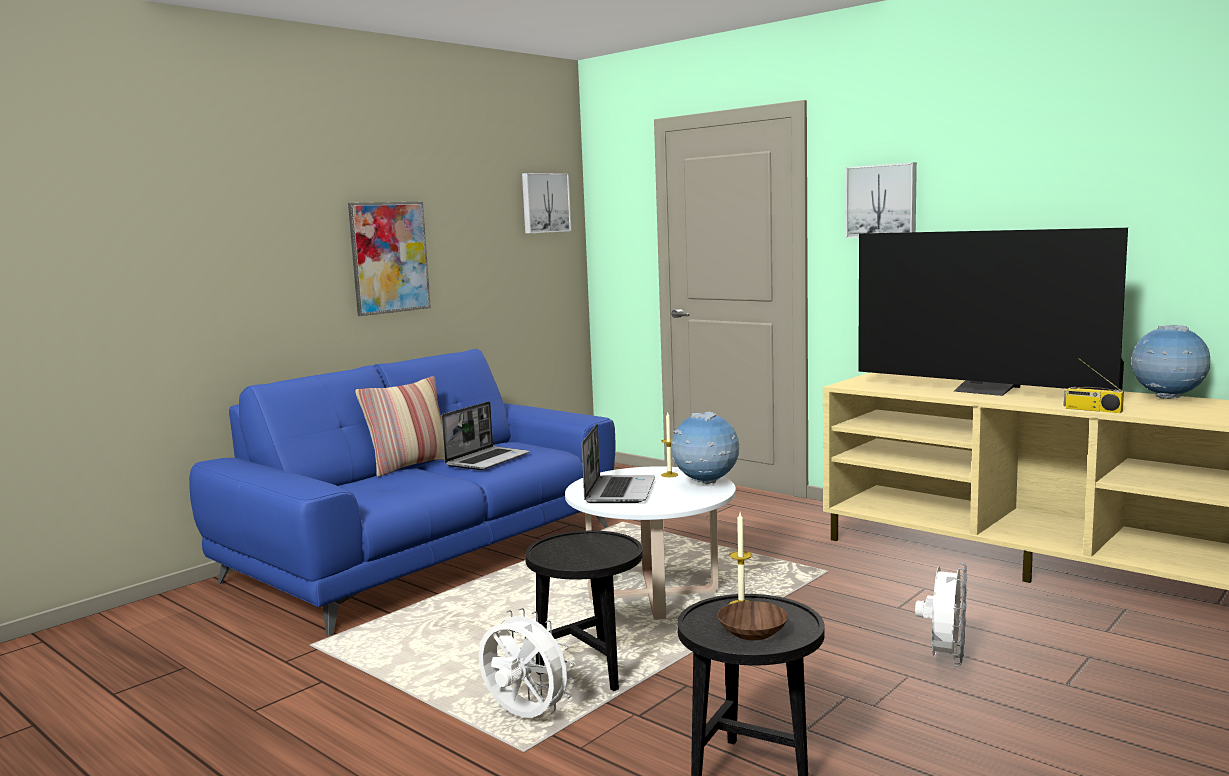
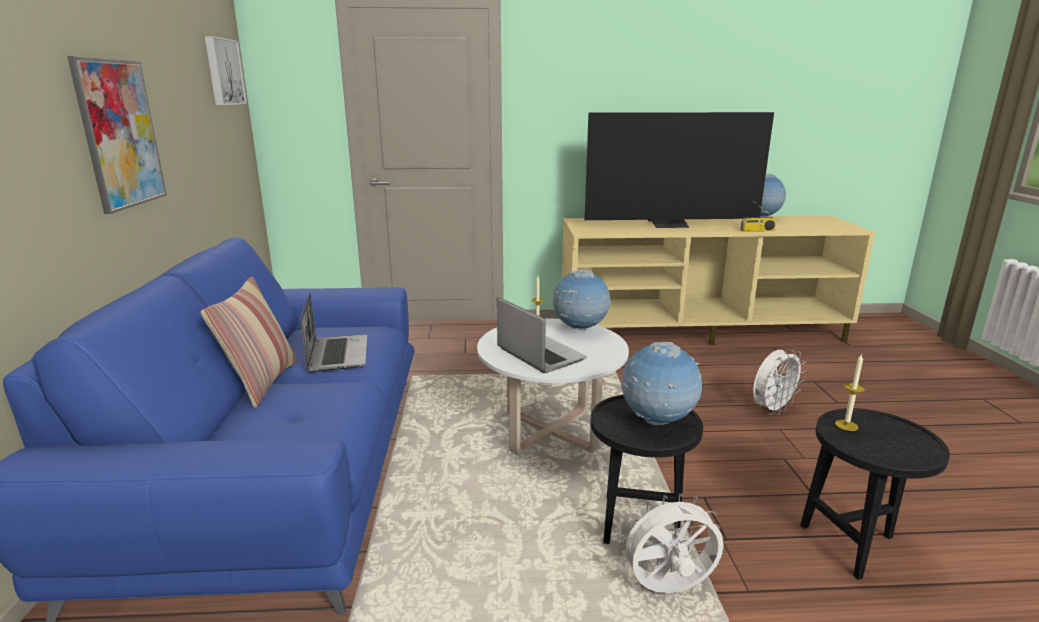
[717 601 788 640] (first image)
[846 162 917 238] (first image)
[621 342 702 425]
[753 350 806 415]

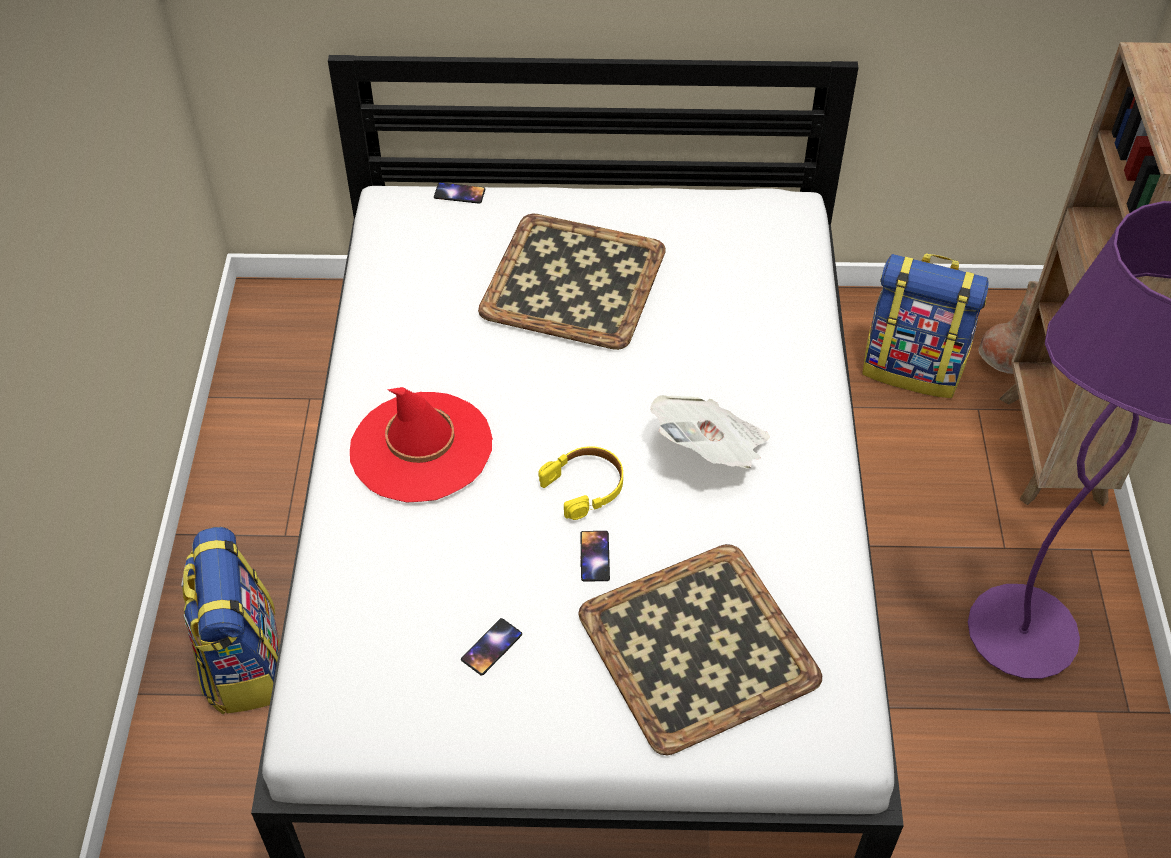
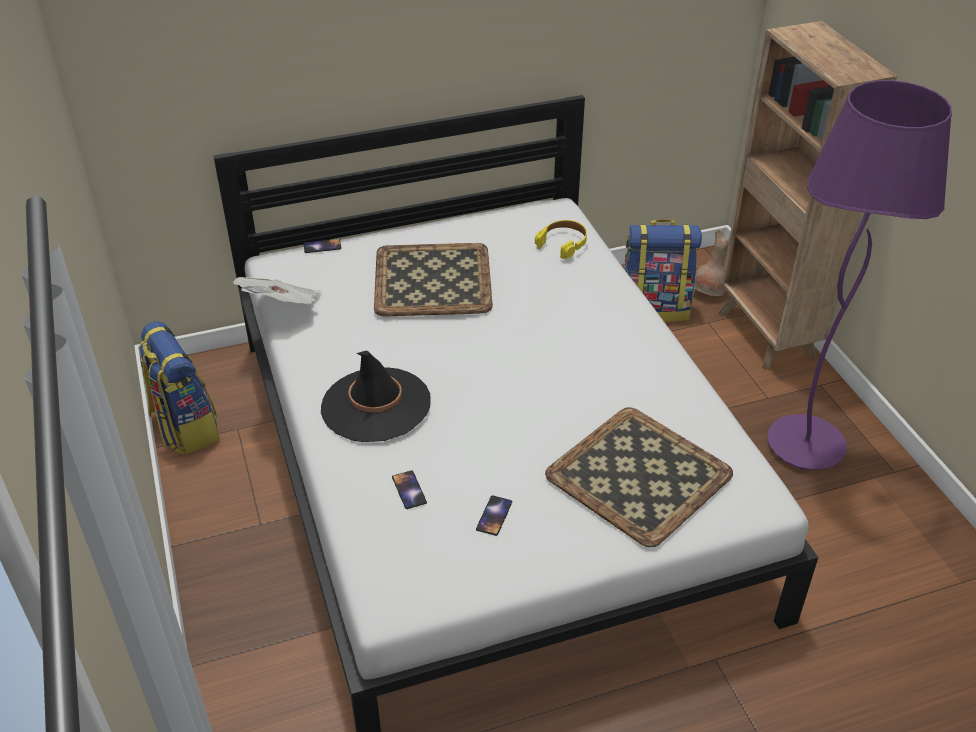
[139 321 220 455]
[535 220 587 259]
[392 470 427 509]
[233 277 321 305]
[321 351 431 442]

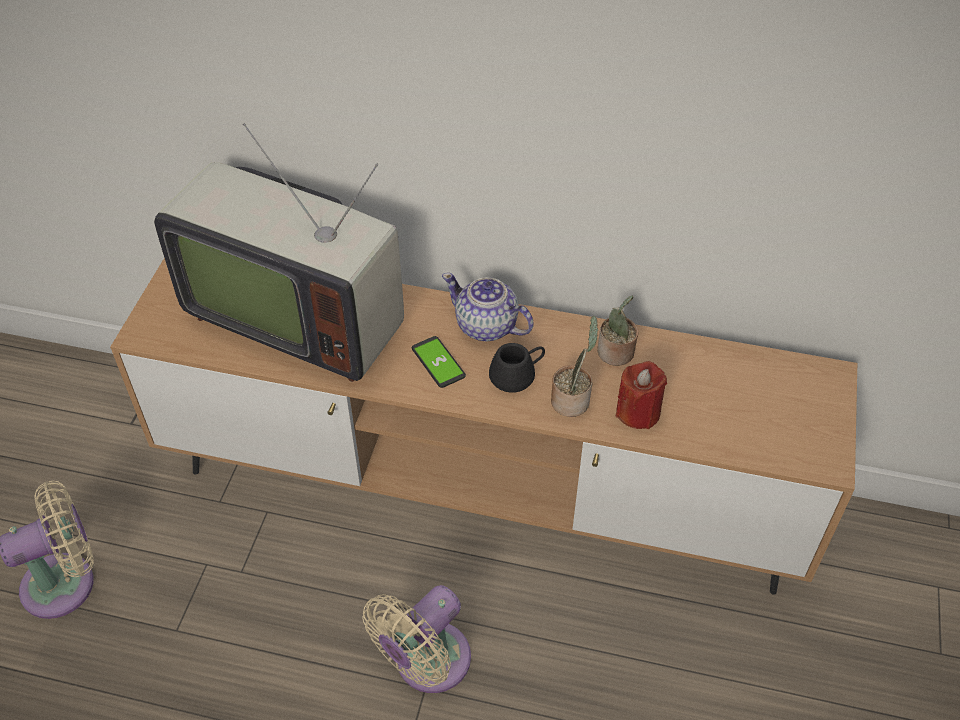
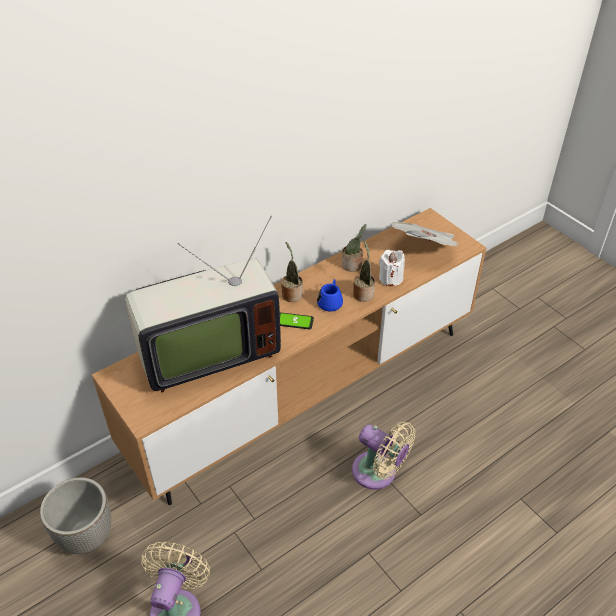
[40 477 111 554]
[392 222 459 247]
[281 242 303 302]
[317 279 343 312]
[379 250 405 286]
[352 422 415 490]

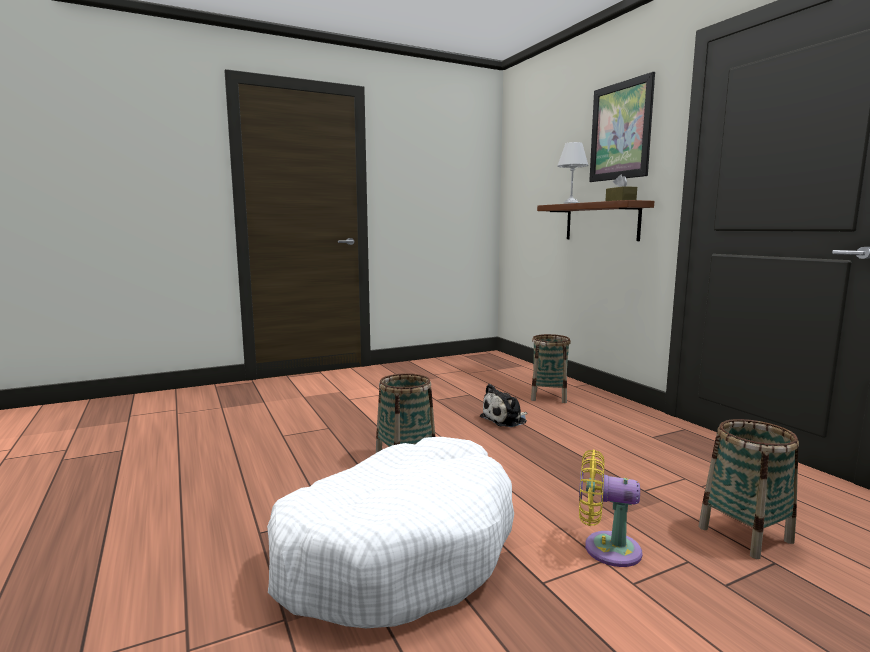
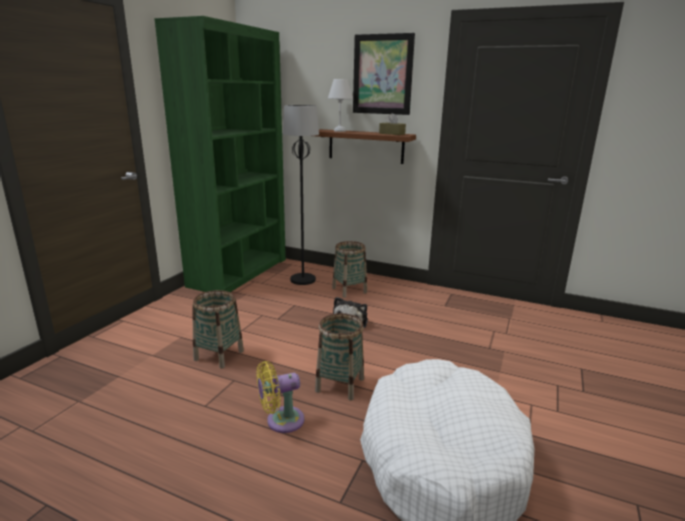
[154 16 286 292]
[283 105 319 285]
[256 361 304 433]
[192 290 244 369]

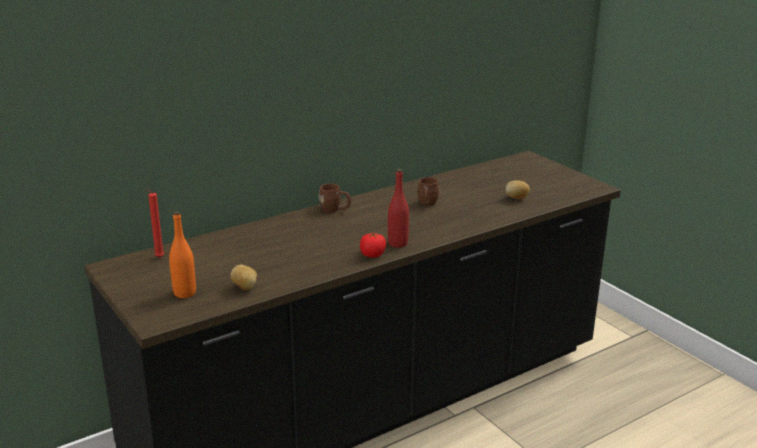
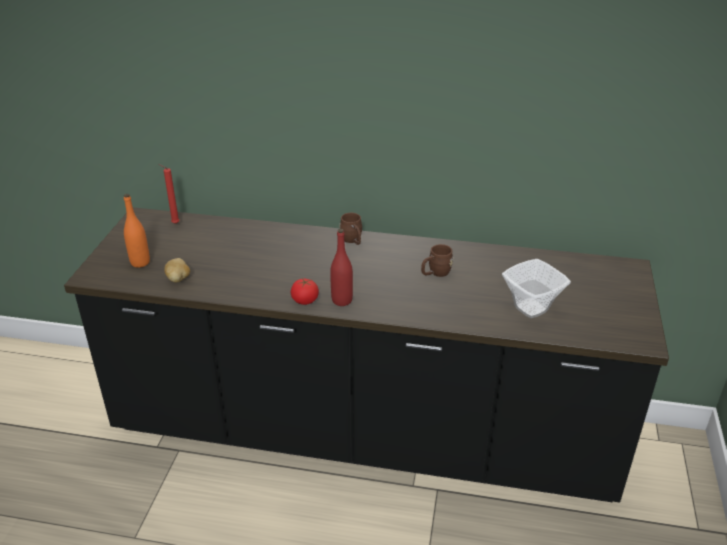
[502 259 571 318]

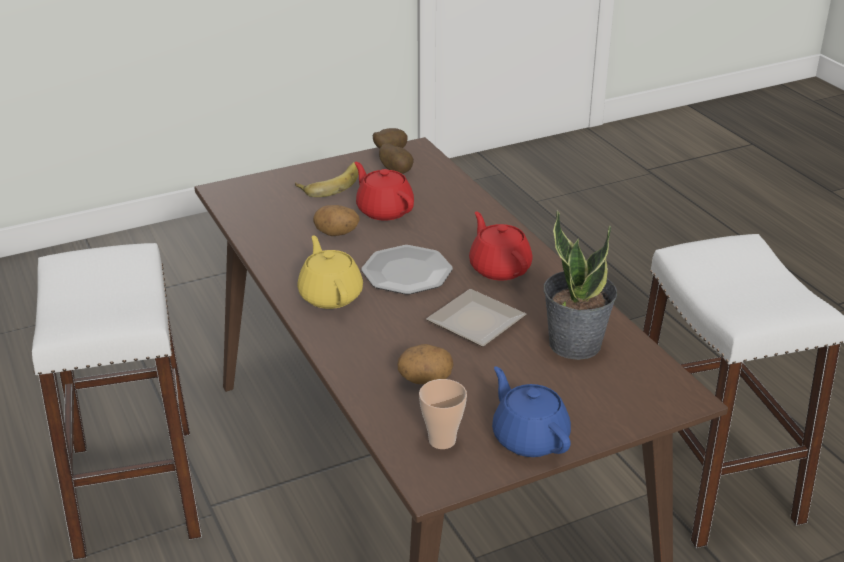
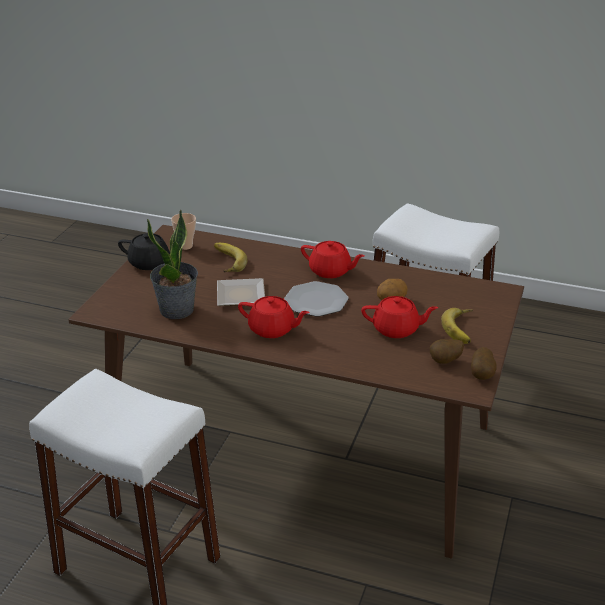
[214 243 247 272]
[301 241 365 278]
[118 233 170 270]

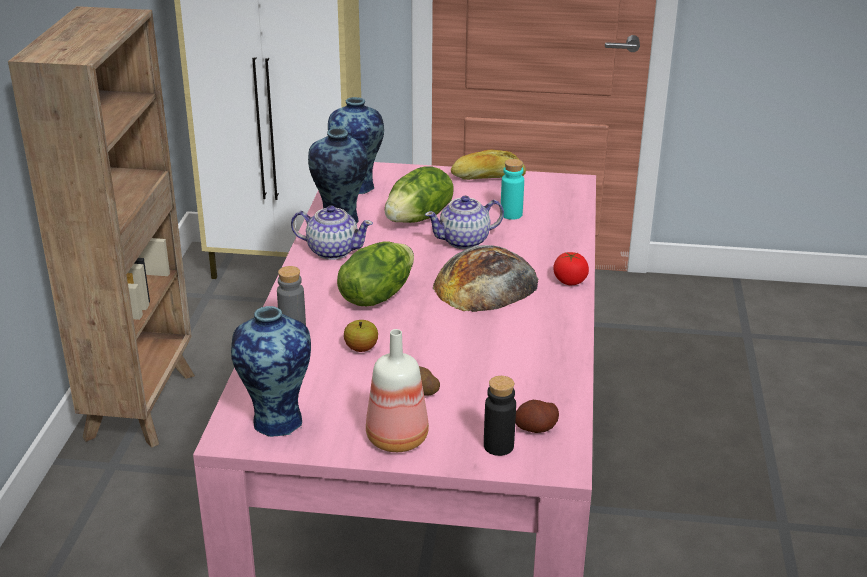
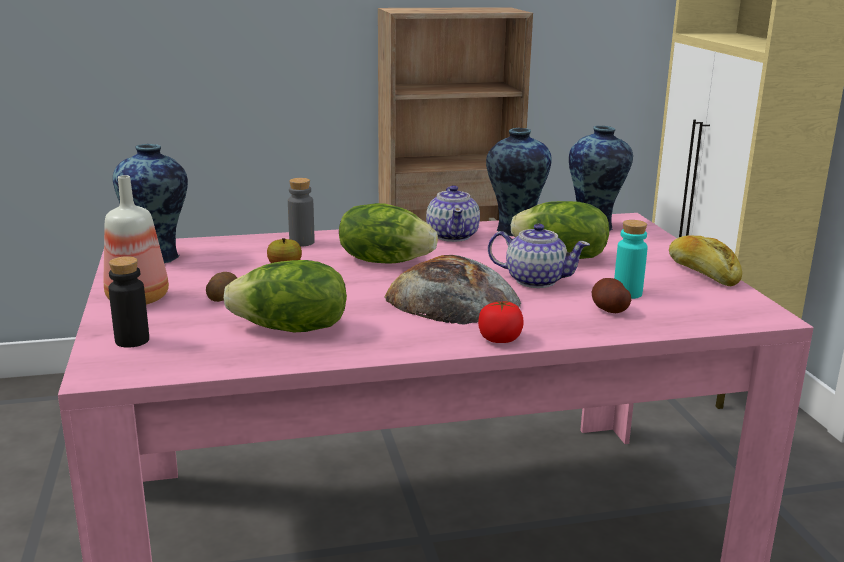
[223 260 347 332]
[592 278 631 313]
[488 224 590 288]

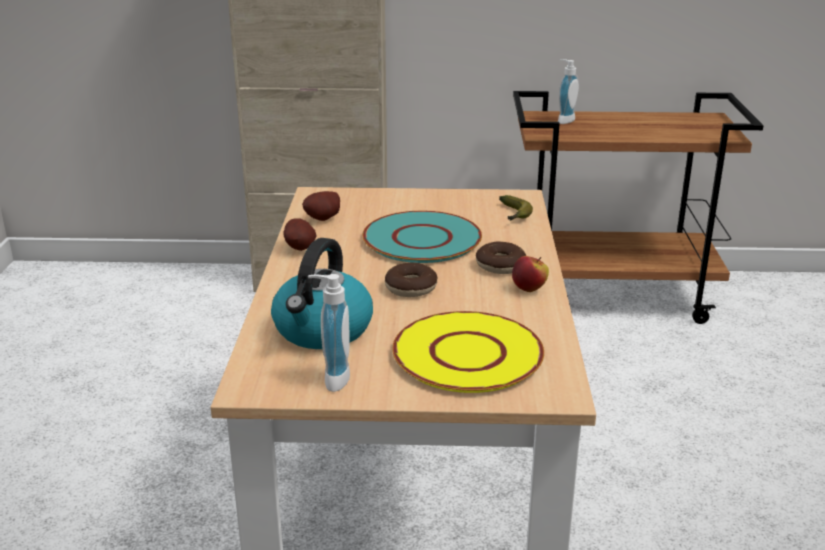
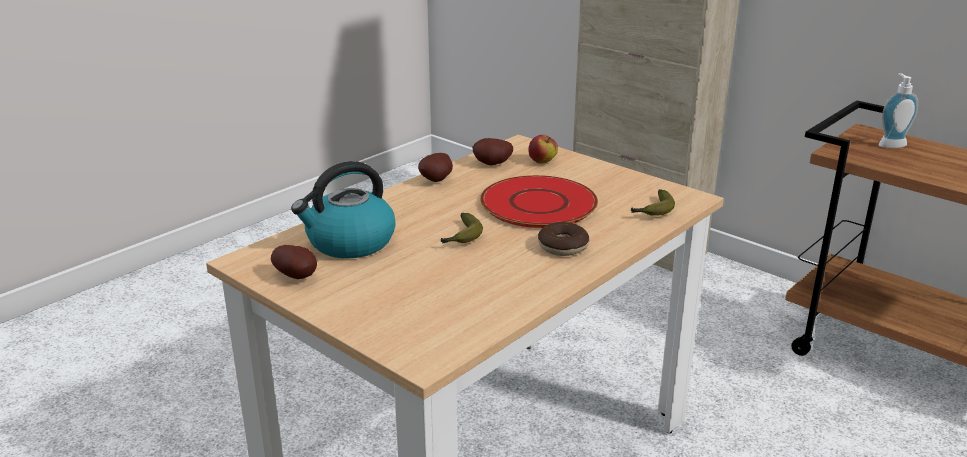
[392 311 544 393] (first image)
[529 135 558 163]
[271 245 317 279]
[441 213 483 244]
[480 175 598 228]

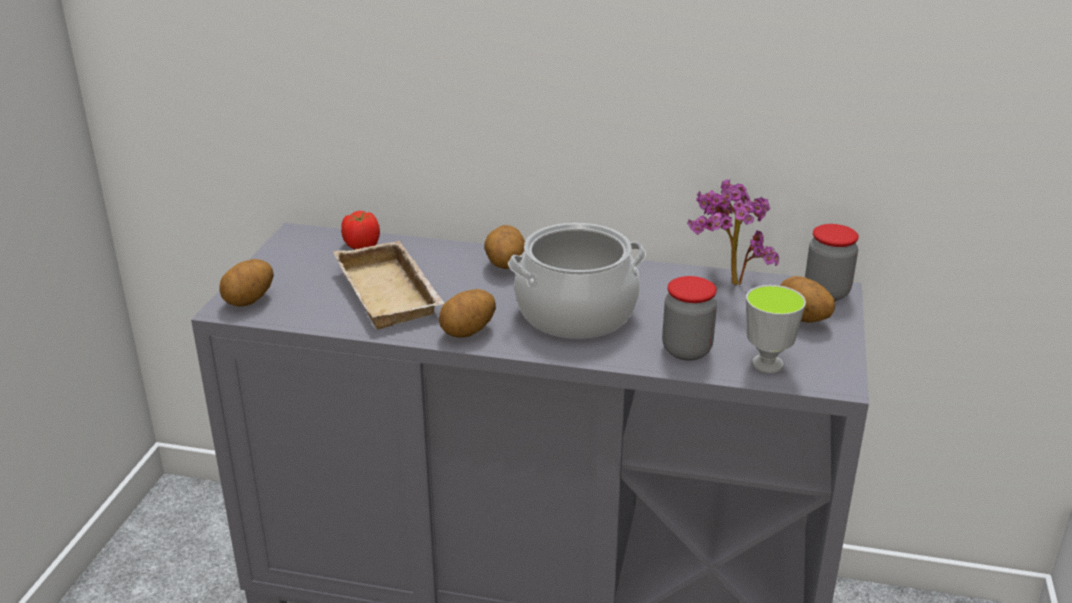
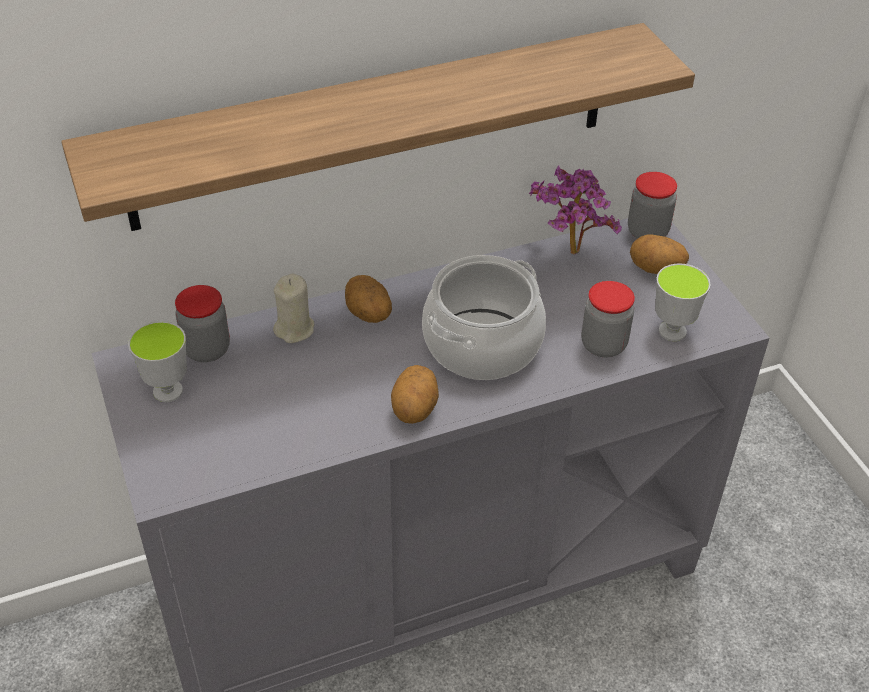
[220 259 274 306] (first image)
[334 241 445 330] (first image)
[61 23 695 231]
[128 321 187 402]
[273 274 314 343]
[175 285 230 362]

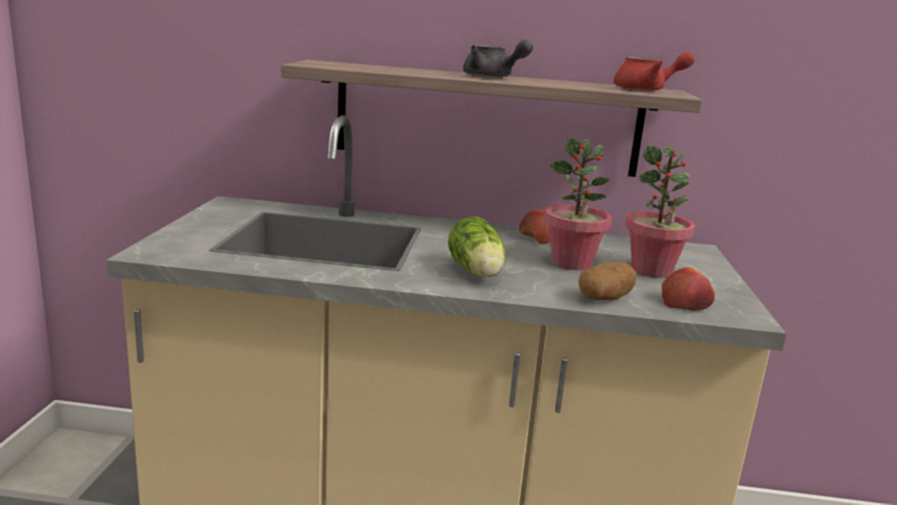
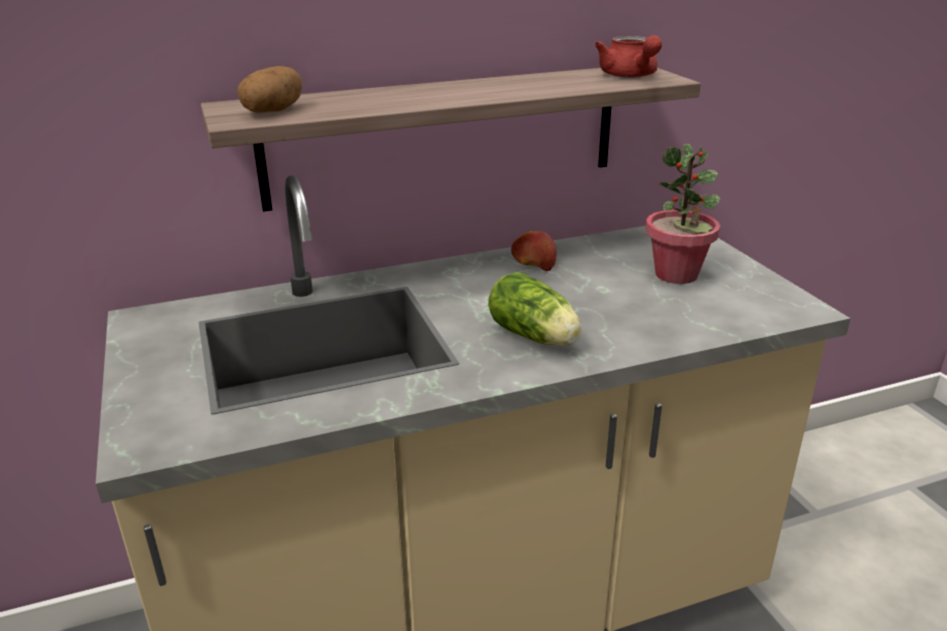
[463 40 533 78] (first image)
[544 138 612 270] (first image)
[662 267 715 311] (first image)
[238 66 302 112]
[595 35 662 78]

